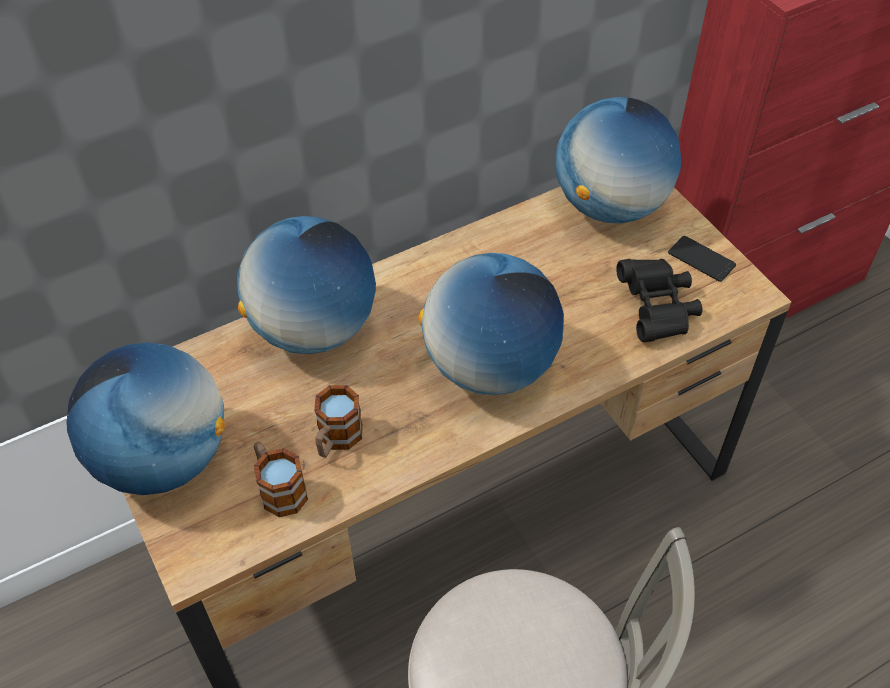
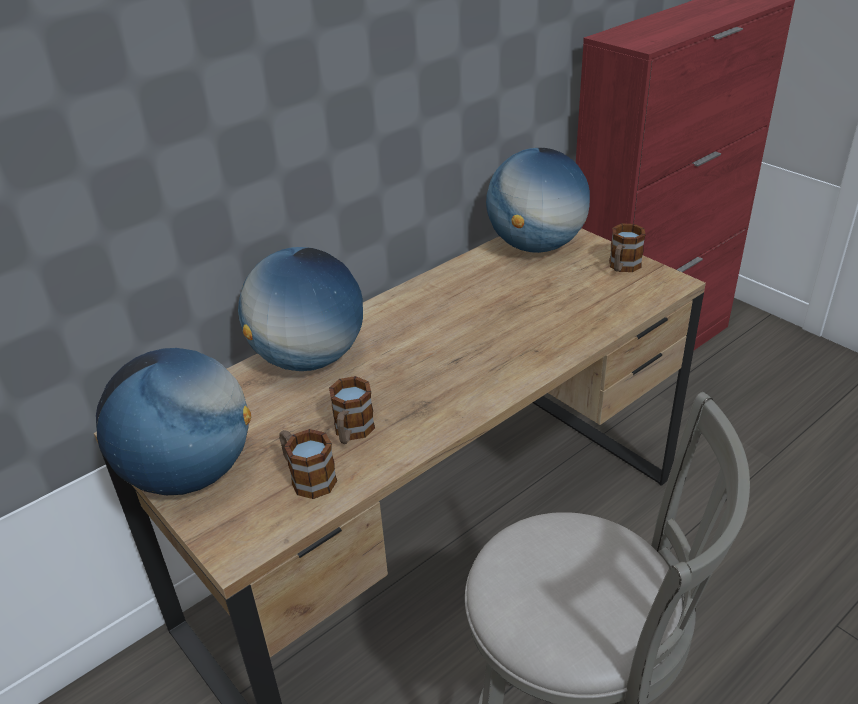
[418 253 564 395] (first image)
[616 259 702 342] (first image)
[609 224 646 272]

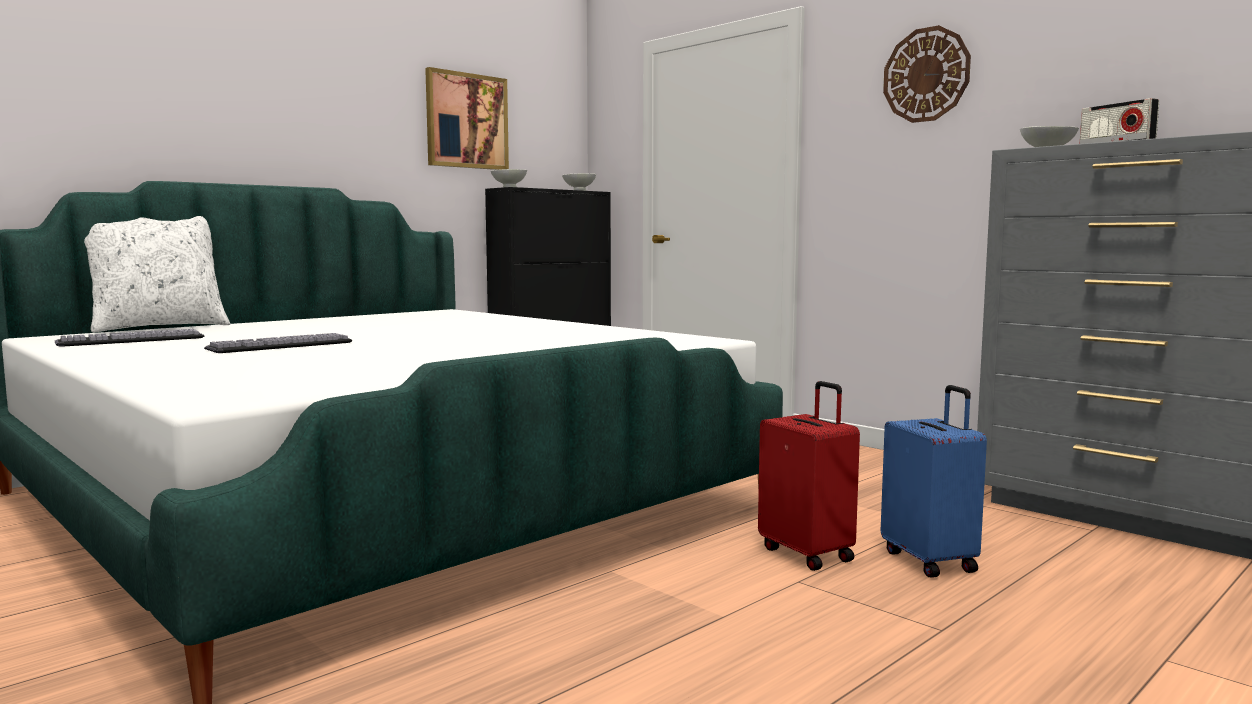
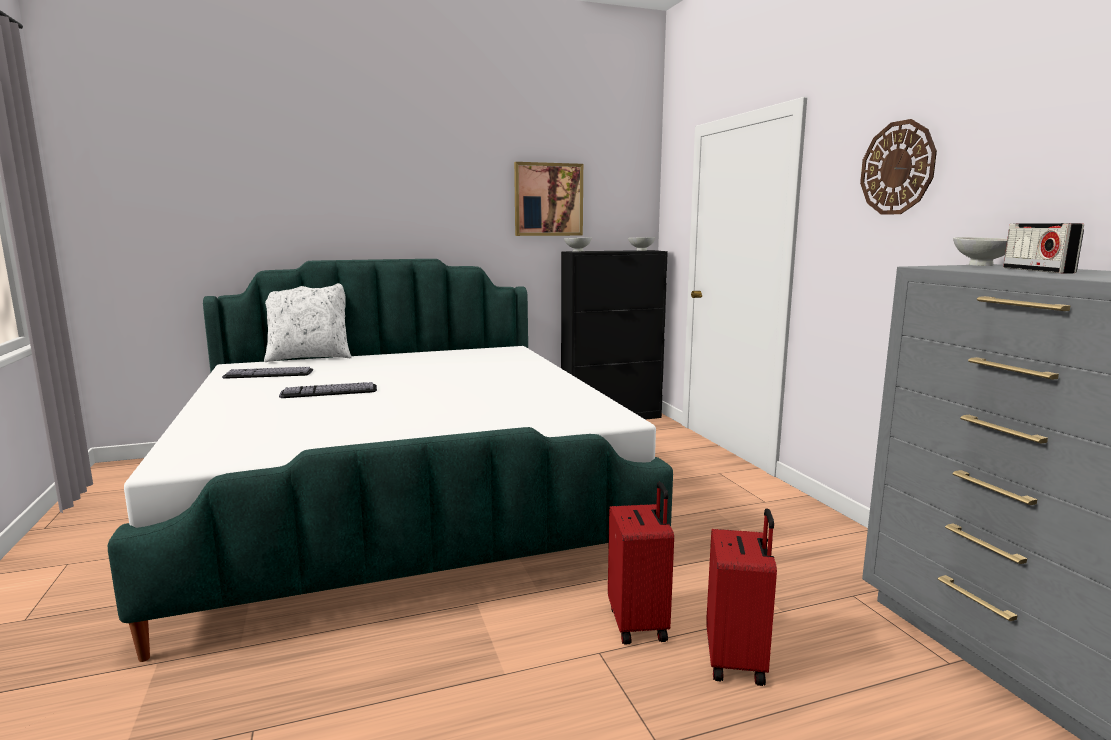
[706 508 777 686]

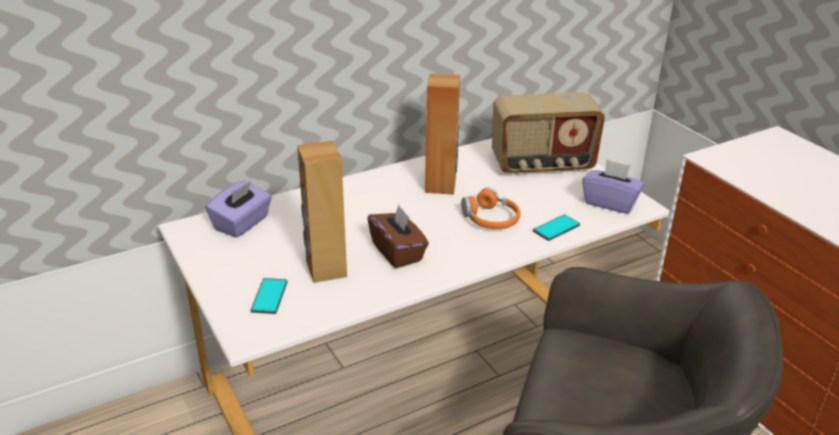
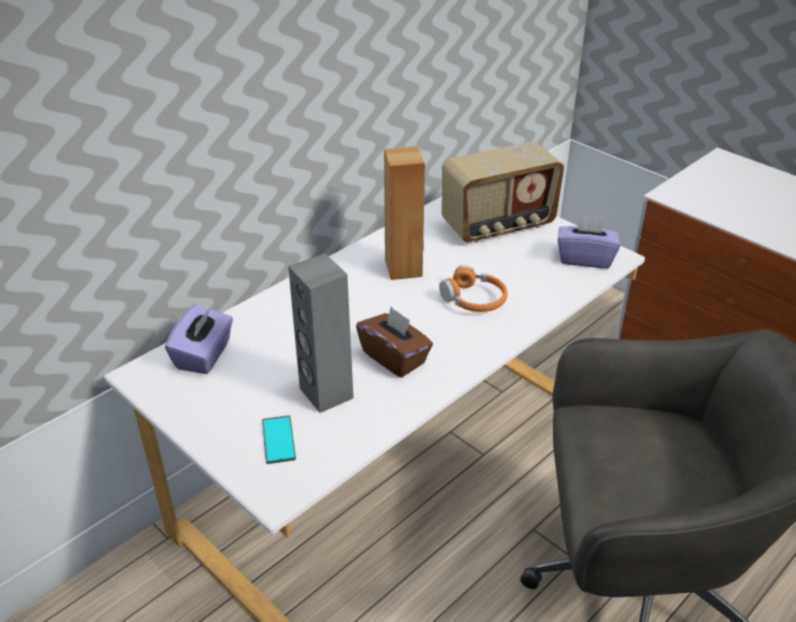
[533 214 580 241] (first image)
[288 253 354 413]

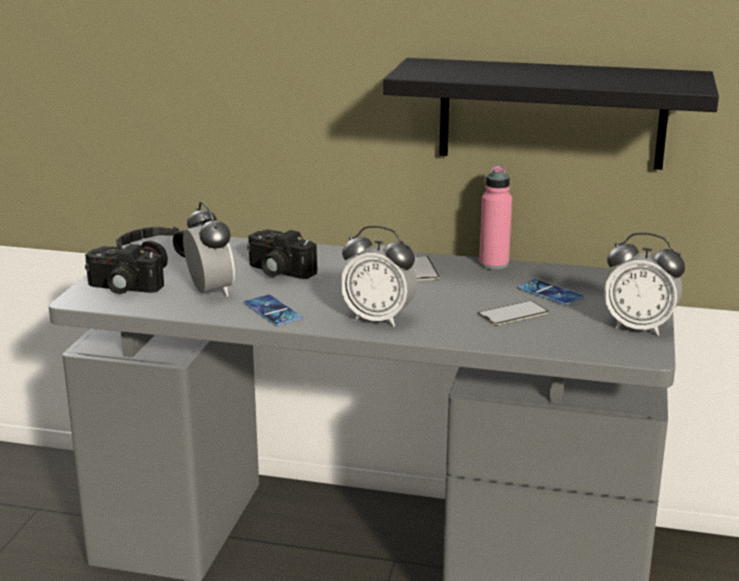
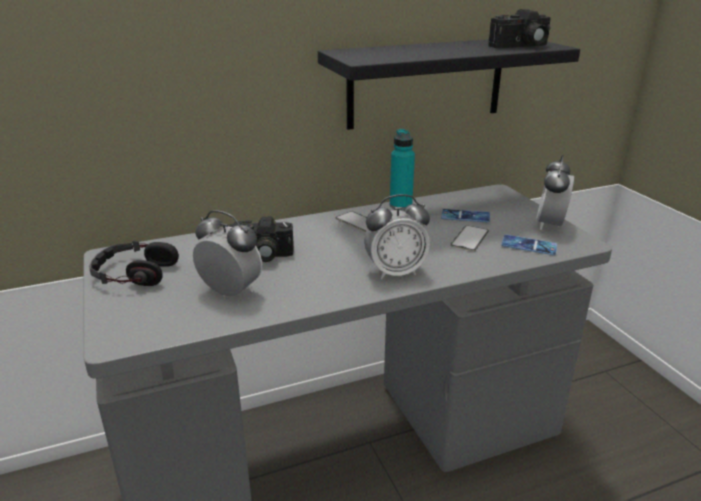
[488 9 551 48]
[501 235 557 255]
[390 129 415 210]
[536 155 574 230]

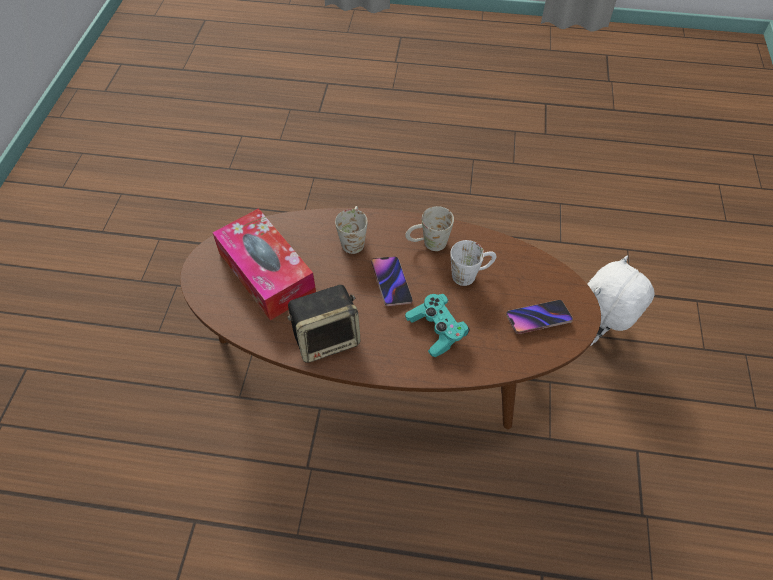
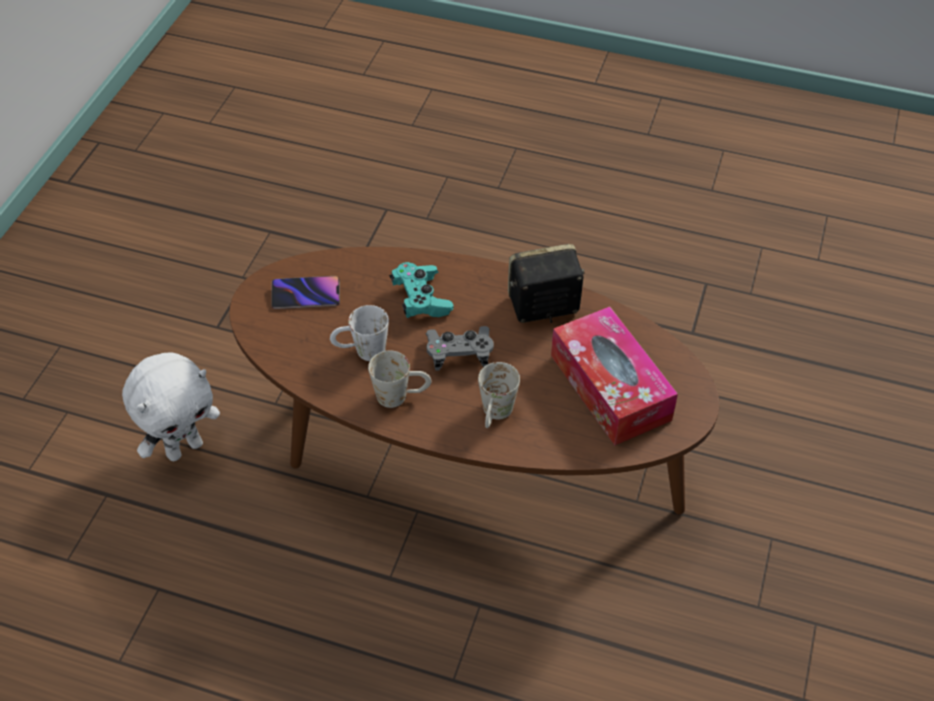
[426 326 494 371]

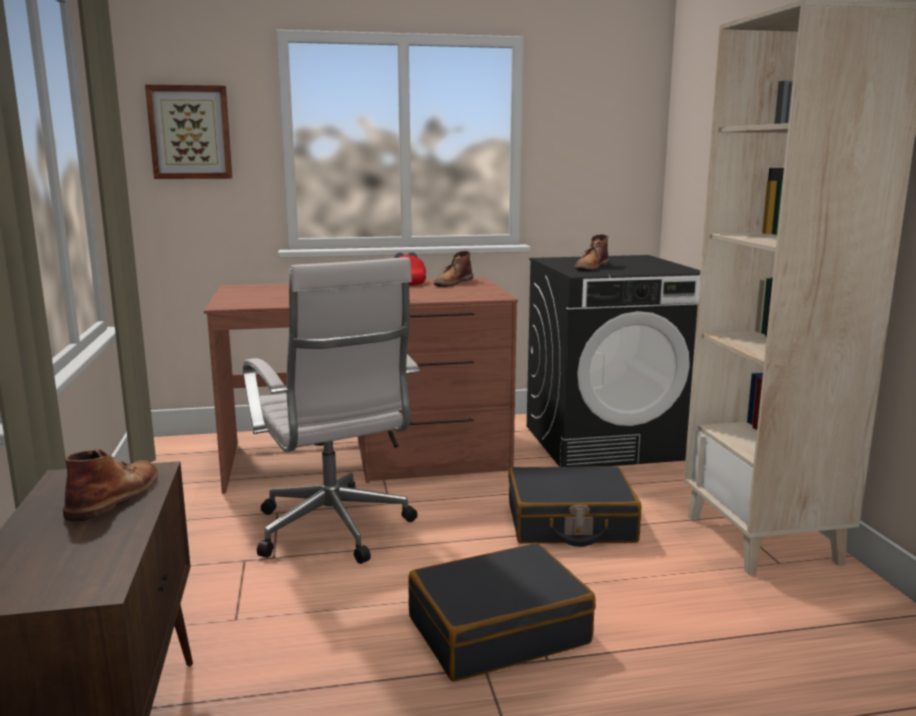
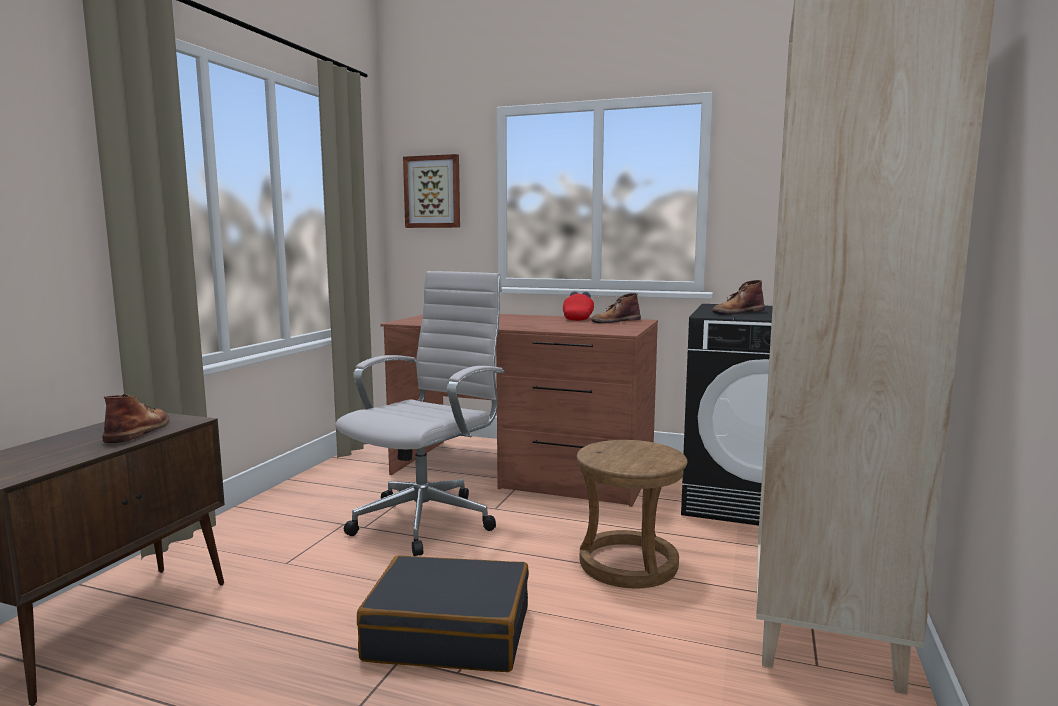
[577 440 687 588]
[102 394 169 443]
[335 271 505 556]

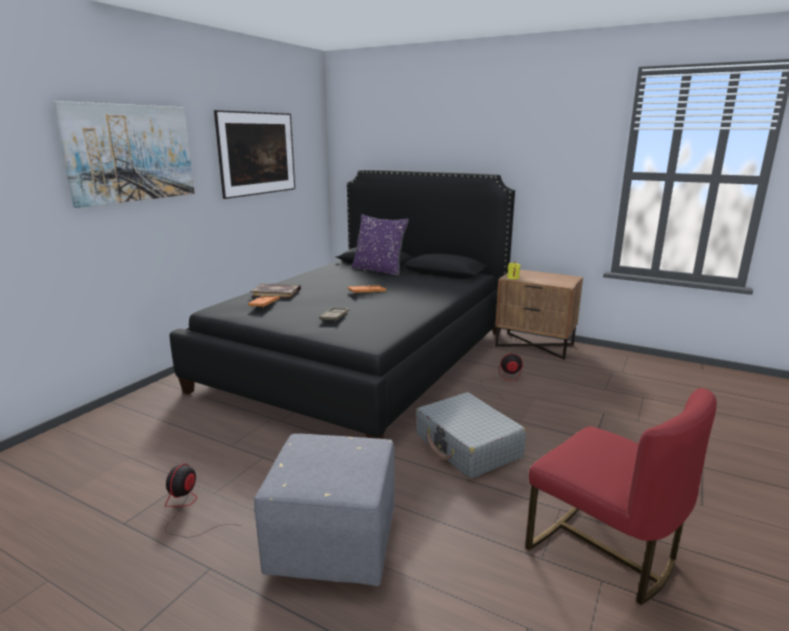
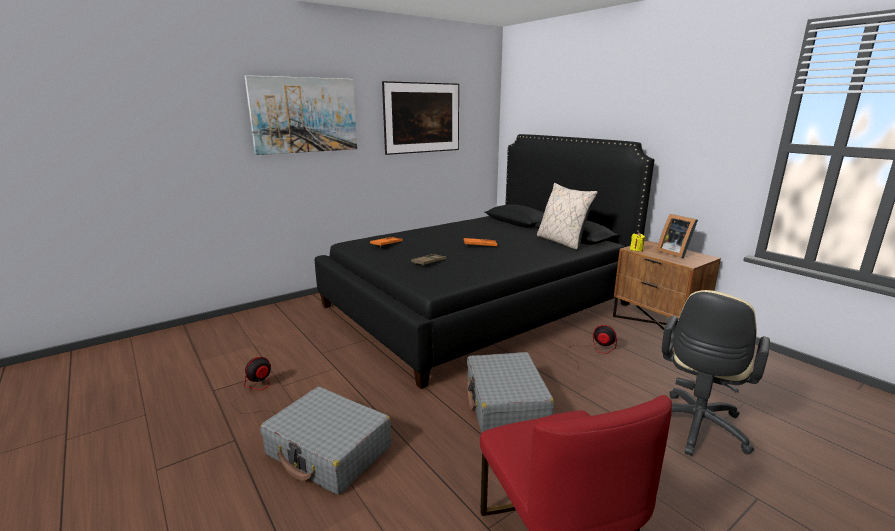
[250 284 301 298] (first image)
[352 214 409 276] (first image)
[537 183 598 250]
[657 214 698 259]
[662 290 770 456]
[260 387 392 495]

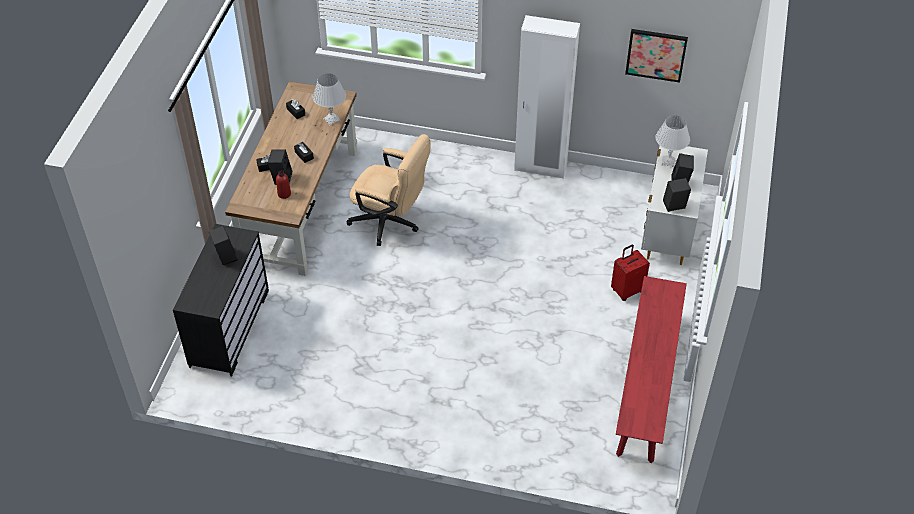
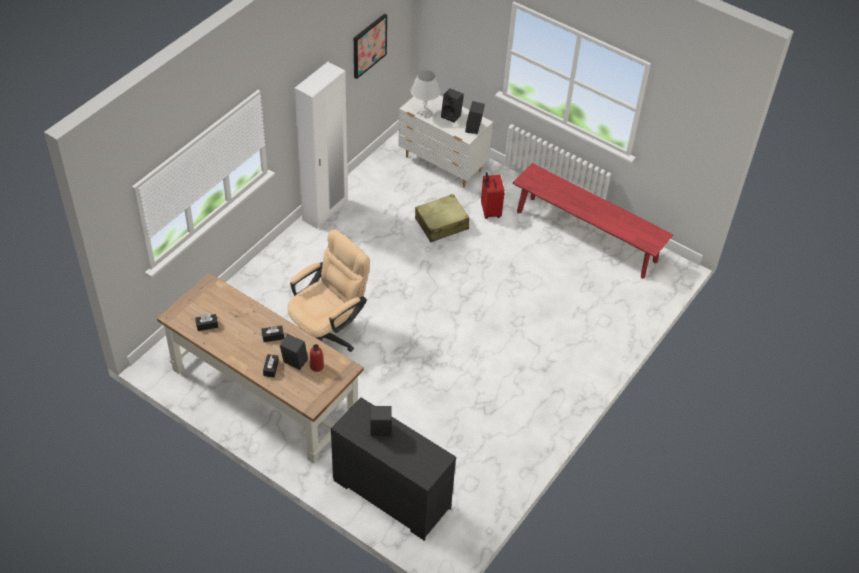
[313 73 346 126] (first image)
[415 194 469 242]

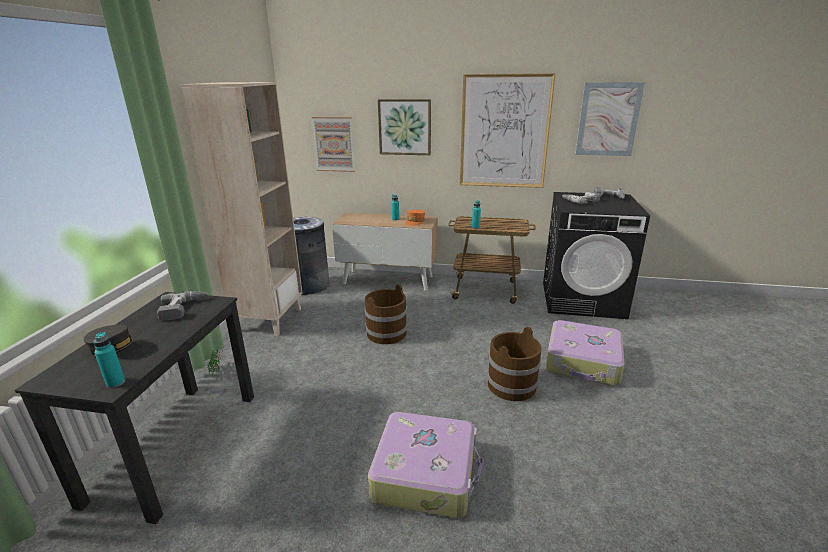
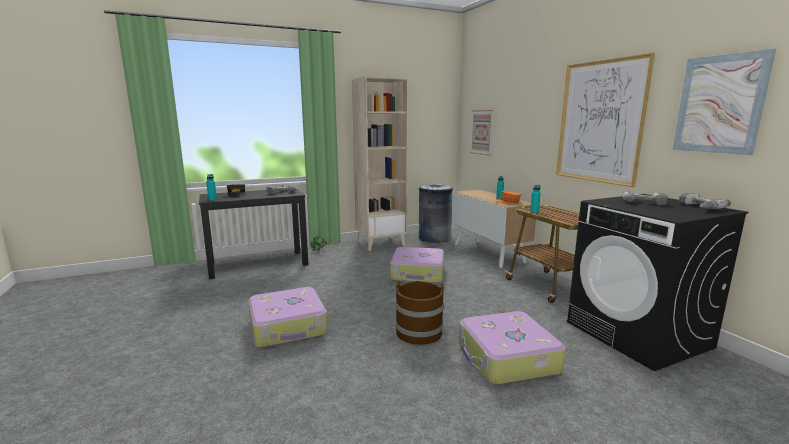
[378 99 431 155] (first image)
[390 247 444 283]

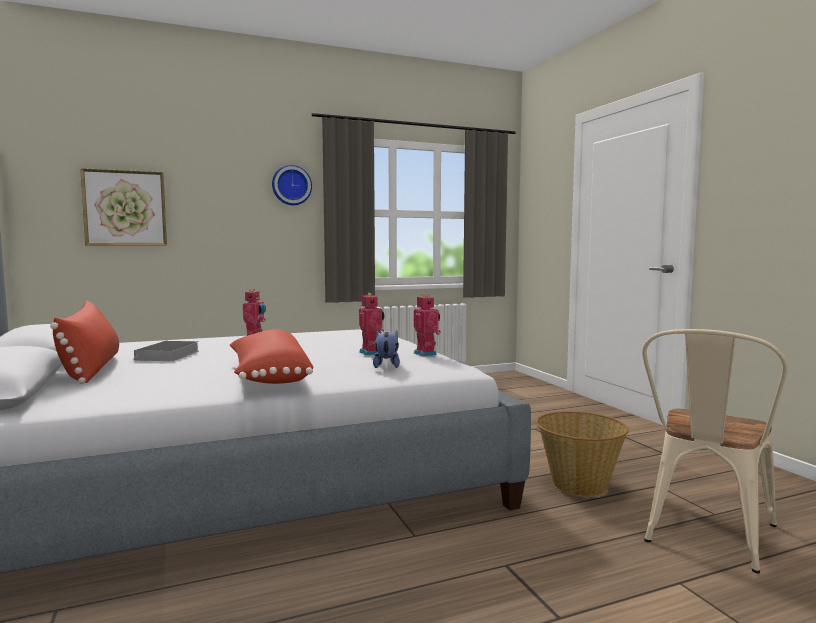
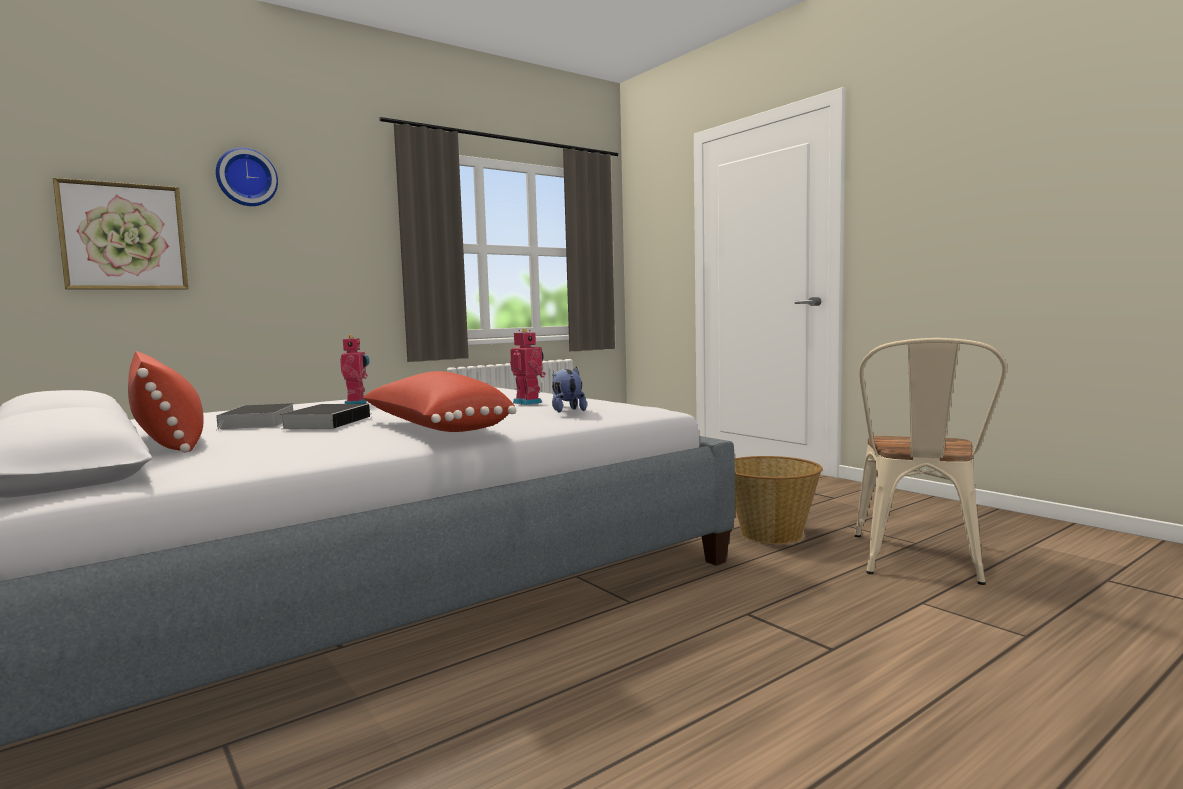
[413 294 441 357] (first image)
[280 404 373 429]
[216 148 278 206]

